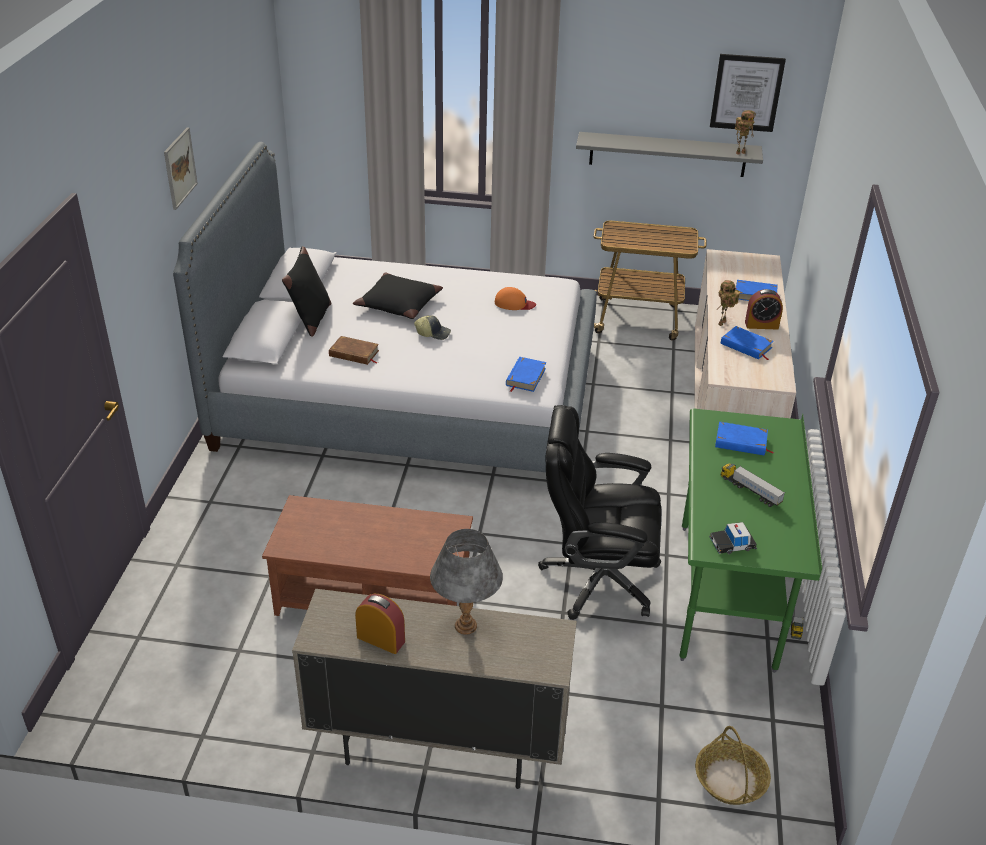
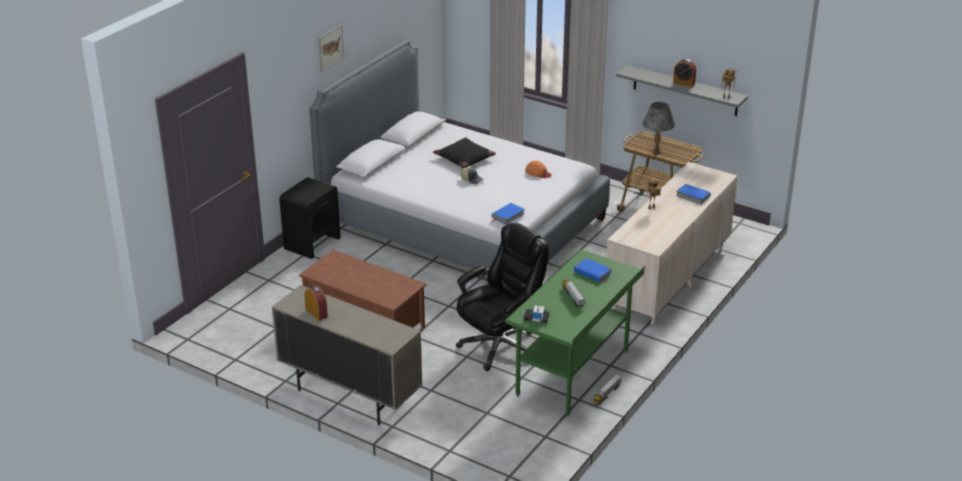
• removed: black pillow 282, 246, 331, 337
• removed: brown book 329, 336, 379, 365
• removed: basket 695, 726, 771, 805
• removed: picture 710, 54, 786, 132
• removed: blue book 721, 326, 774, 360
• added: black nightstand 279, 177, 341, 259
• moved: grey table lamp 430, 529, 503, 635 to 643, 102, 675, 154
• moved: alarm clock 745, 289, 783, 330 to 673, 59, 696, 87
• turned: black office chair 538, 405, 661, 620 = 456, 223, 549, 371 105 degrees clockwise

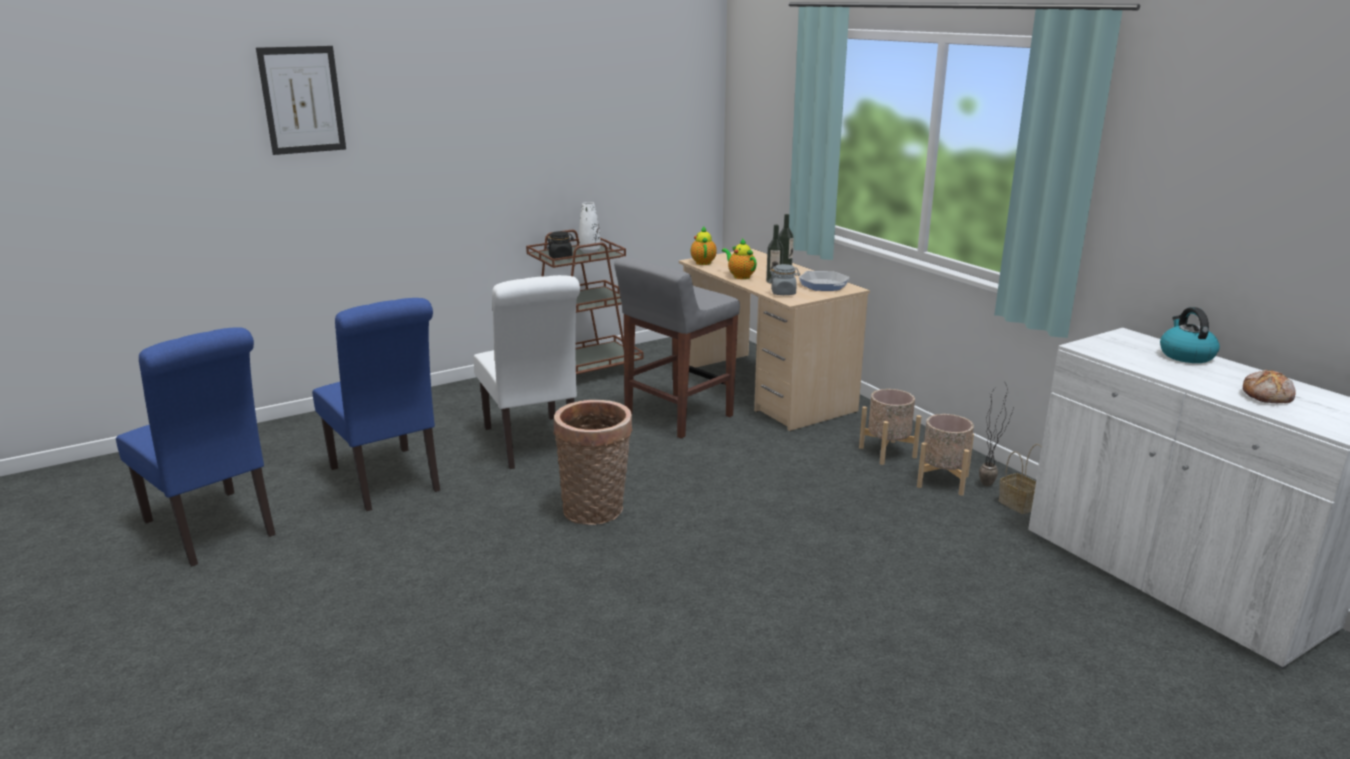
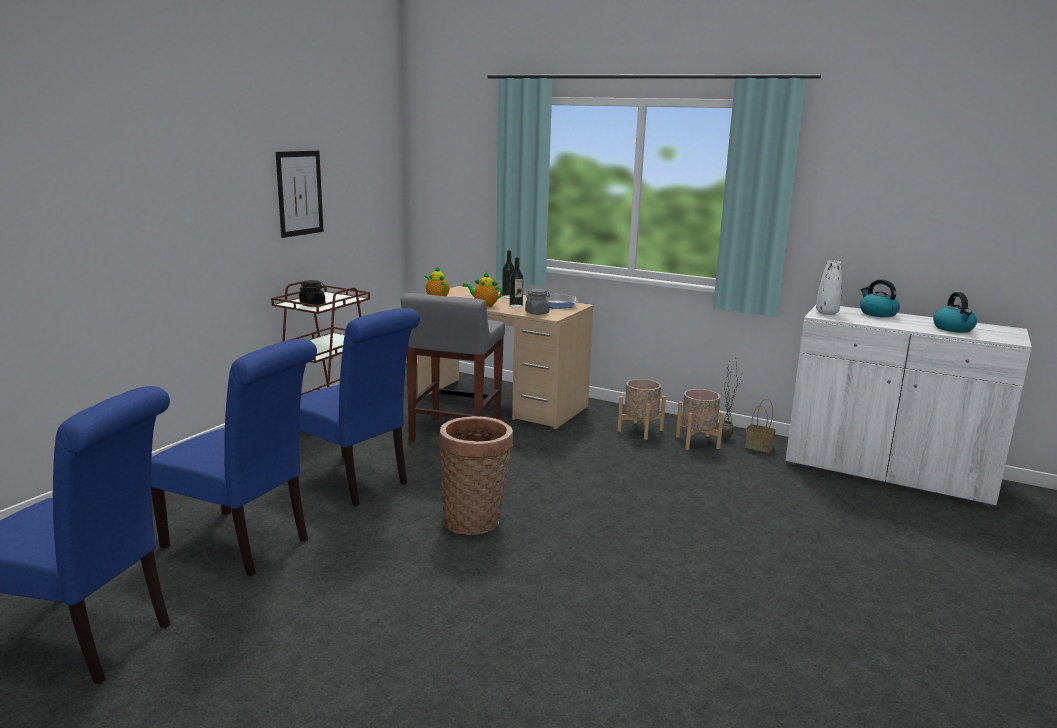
• moved: picture 256, 46, 346, 155 to 276, 151, 323, 238
• moved: white vase 579, 202, 600, 253 to 816, 260, 842, 315
• replaced: bread 1243, 370, 1296, 403 to kettle 933, 292, 977, 333
• recoloured: white chair 473, 275, 580, 469 to blue chair 299, 308, 420, 506

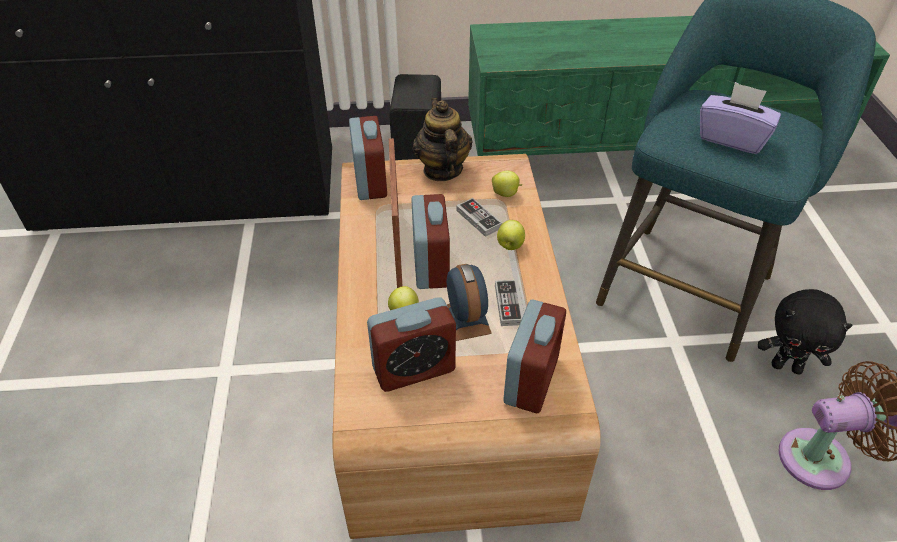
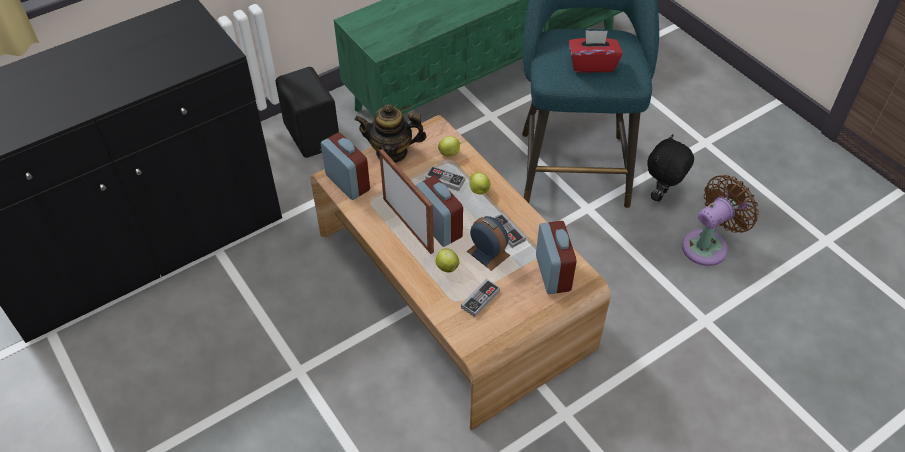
• replaced: alarm clock 367, 297, 456, 392 to game controller 461, 279, 500, 317
• recoloured: purple tissue box 700, 82, 781, 154 to red tissue box 569, 30, 622, 73
• turned: teapot 413, 98, 472, 181 = 354, 104, 427, 163 45 degrees counterclockwise
• turned: black plush toy 758, 289, 853, 374 = 648, 134, 694, 202 135 degrees clockwise

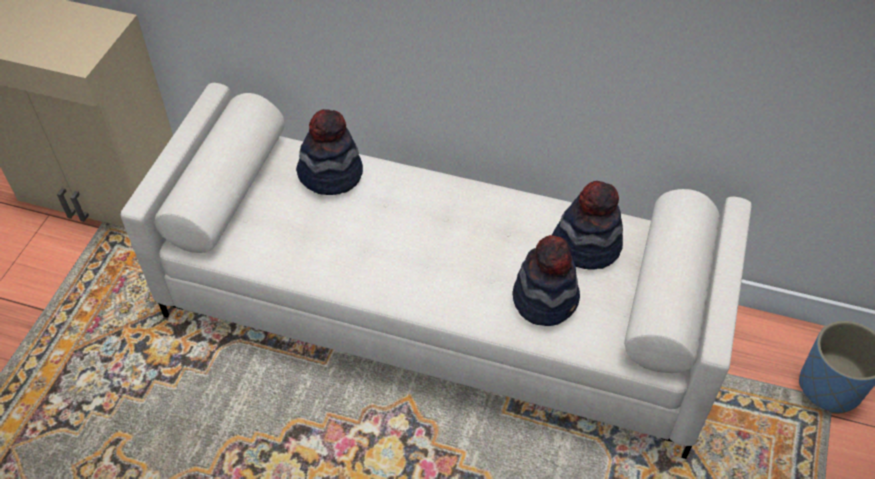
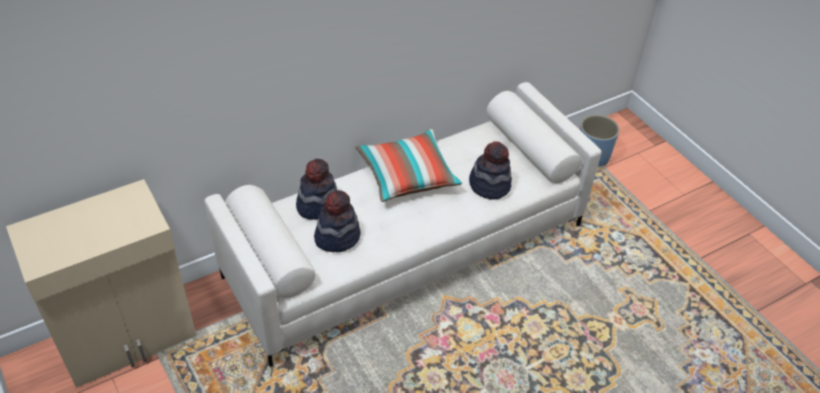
• added: pillow 355, 129, 463, 202
• moved: hat 552, 181, 623, 270 to 314, 190, 361, 252

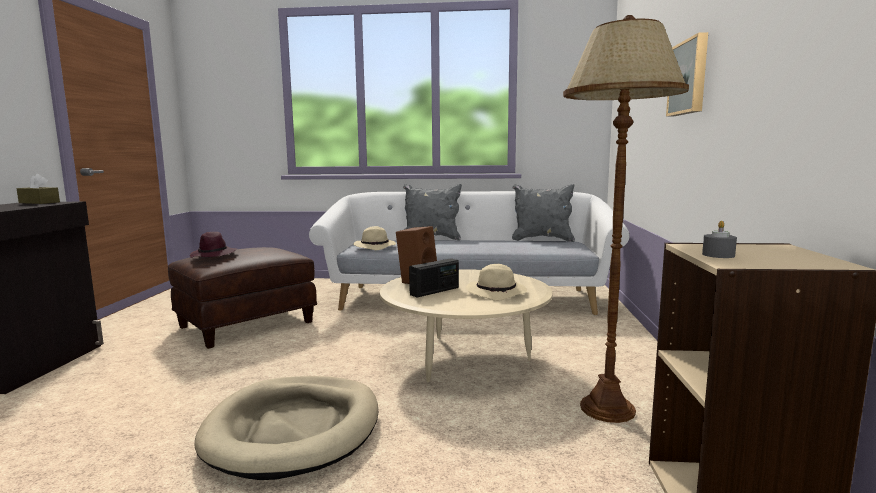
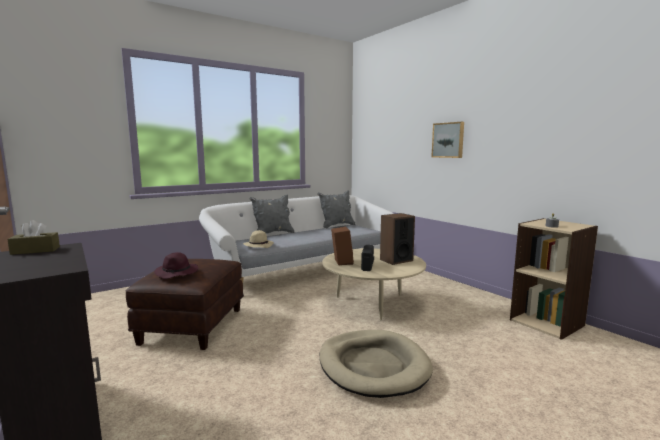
• removed: brown floor lamp 563, 15, 689, 423
• replaced: beige hat 466, 264, 527, 301 to speaker 380, 213, 415, 265

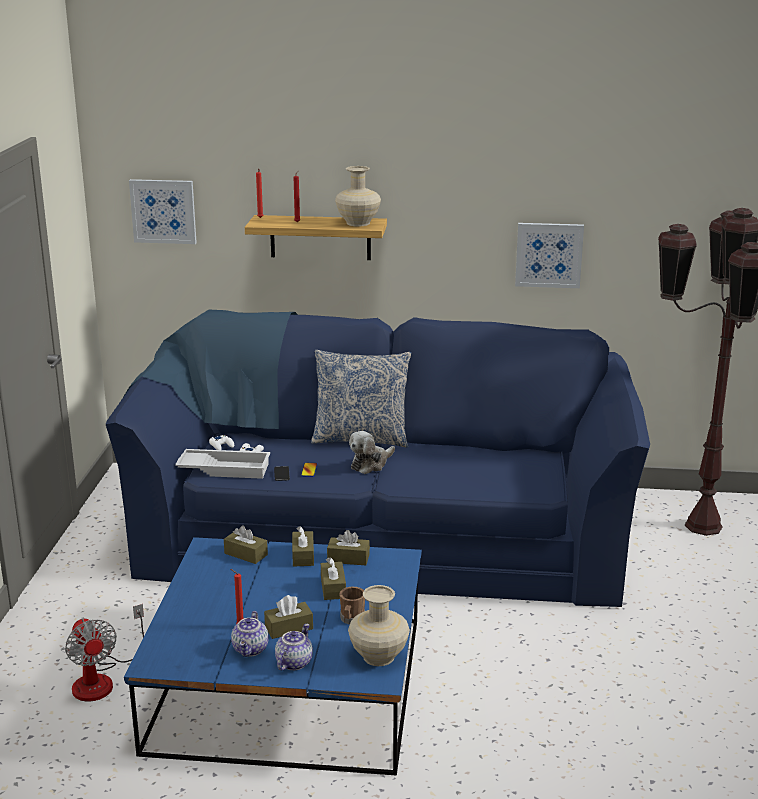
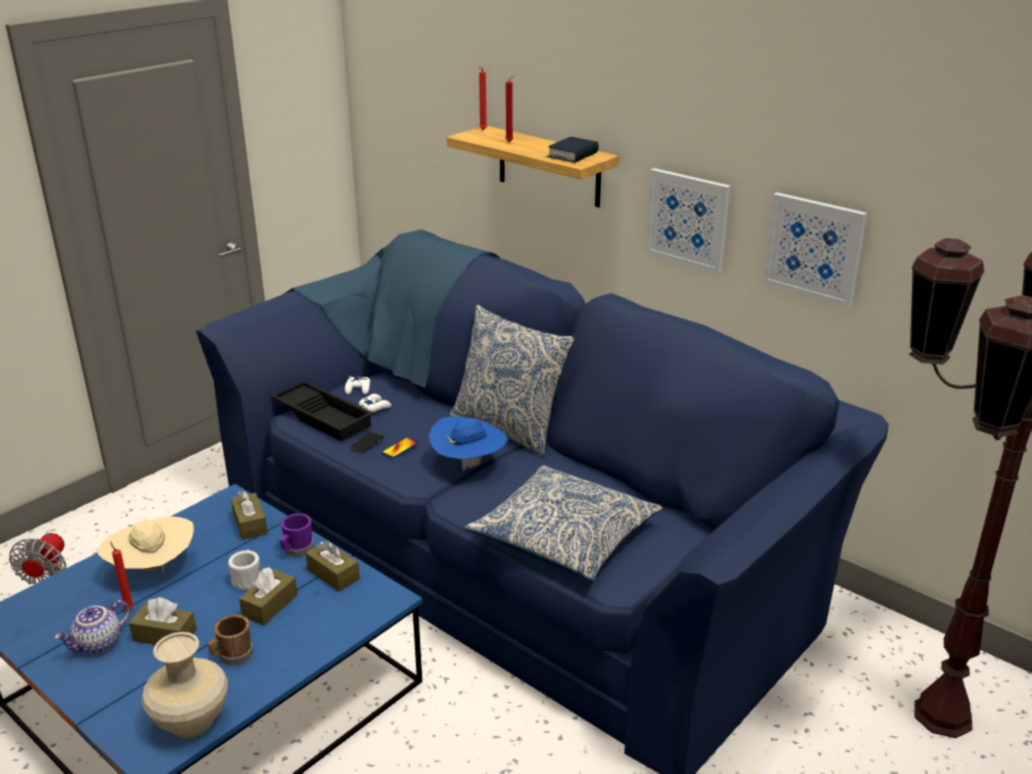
• removed: teapot 275, 624, 313, 670
• added: beige hat 98, 516, 194, 574
• added: white mug 228, 550, 261, 590
• added: pillow 465, 465, 663, 581
• moved: picture 129, 179, 197, 244 to 645, 168, 731, 274
• replaced: brown tissue box 292, 526, 314, 567 to purple mug 280, 513, 314, 557
• replaced: beige vase 335, 166, 381, 227 to book 547, 137, 599, 163
• replaced: plush toy 349, 431, 395, 474 to blue hat 429, 416, 508, 472
• recoloured: white tray 175, 449, 270, 479 to black tray 271, 381, 374, 441

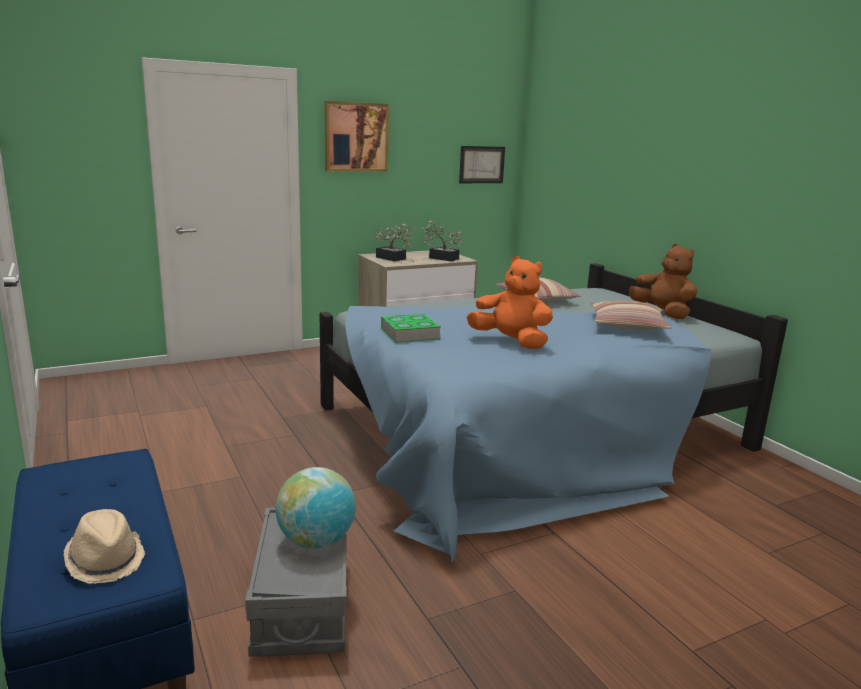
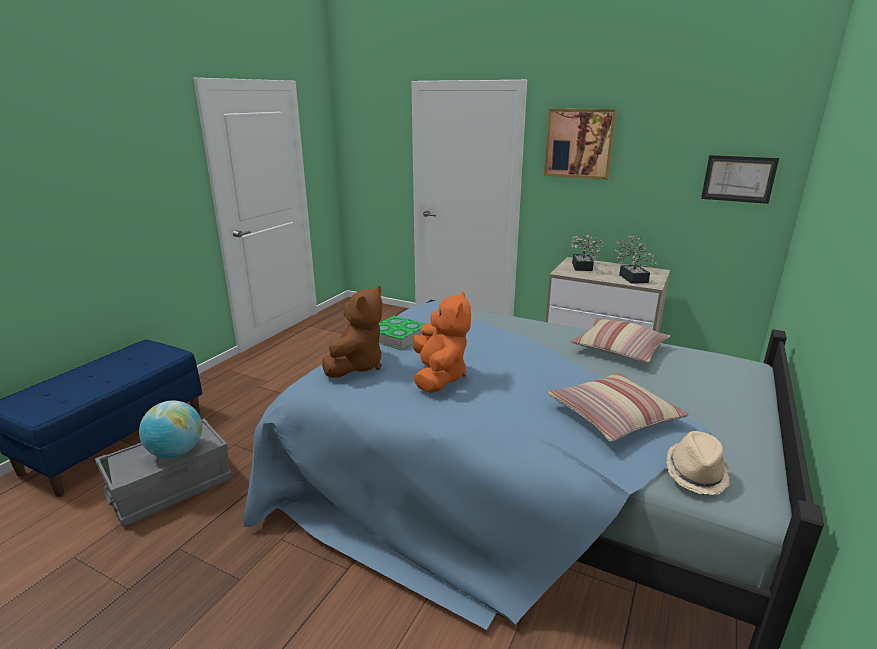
• moved: beige hat 64, 509, 146, 584 to 666, 431, 730, 495
• moved: brown plush toy 629, 244, 697, 319 to 322, 286, 382, 377

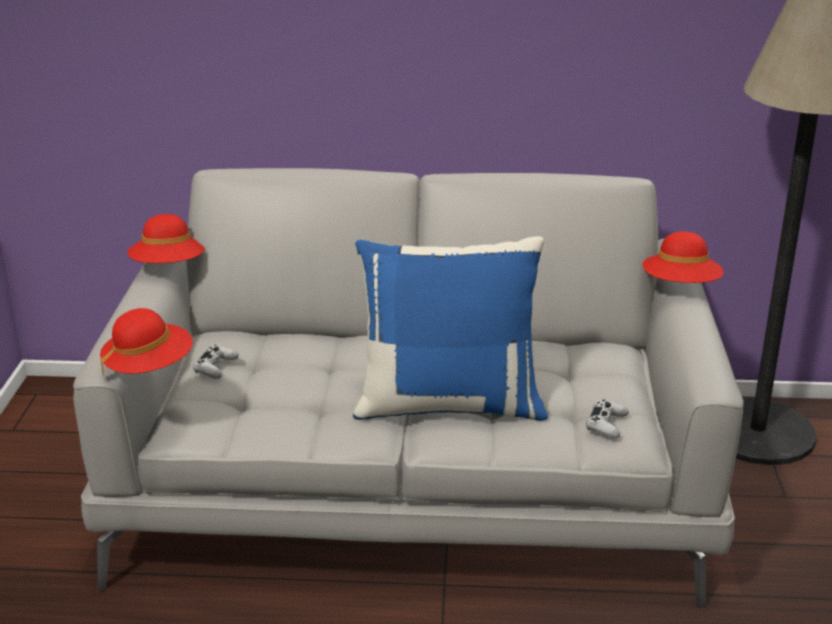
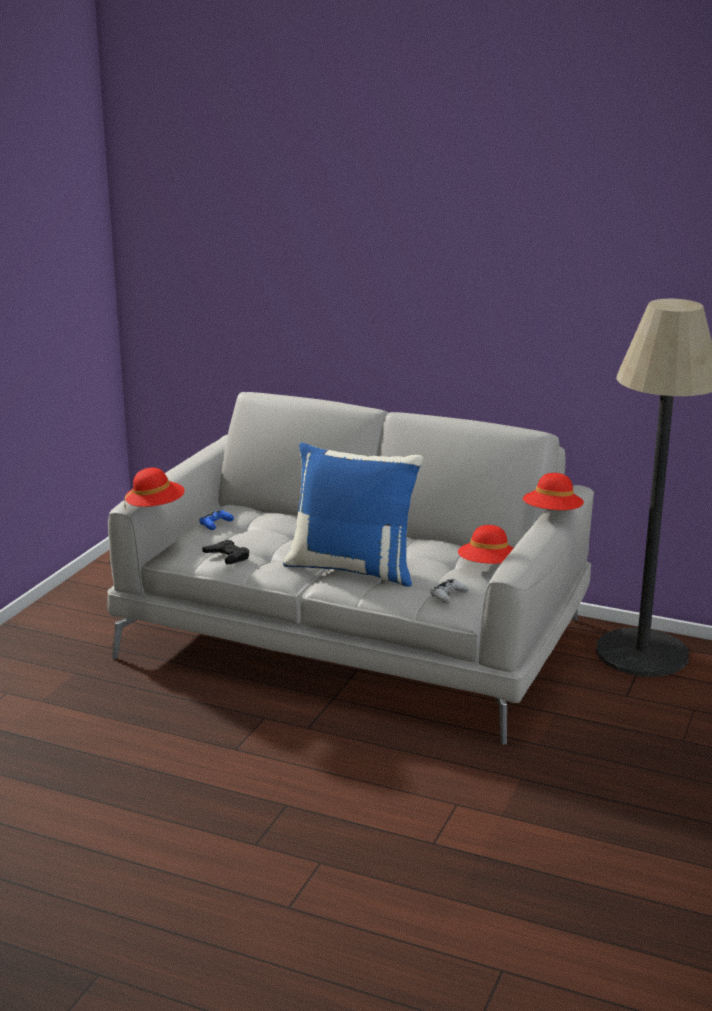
• added: black game controller 202, 540, 249, 564
• moved: red hat 128, 214, 205, 263 to 458, 525, 513, 564
• recoloured: white game controller 193, 345, 239, 379 to blue game controller 199, 509, 234, 530

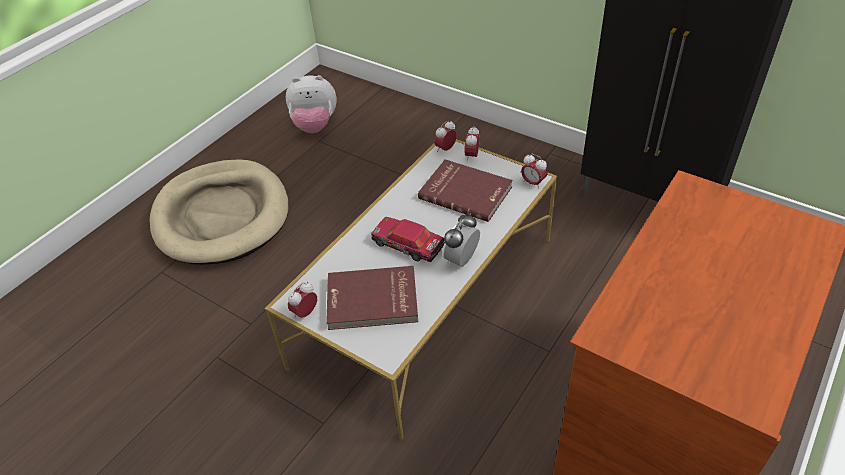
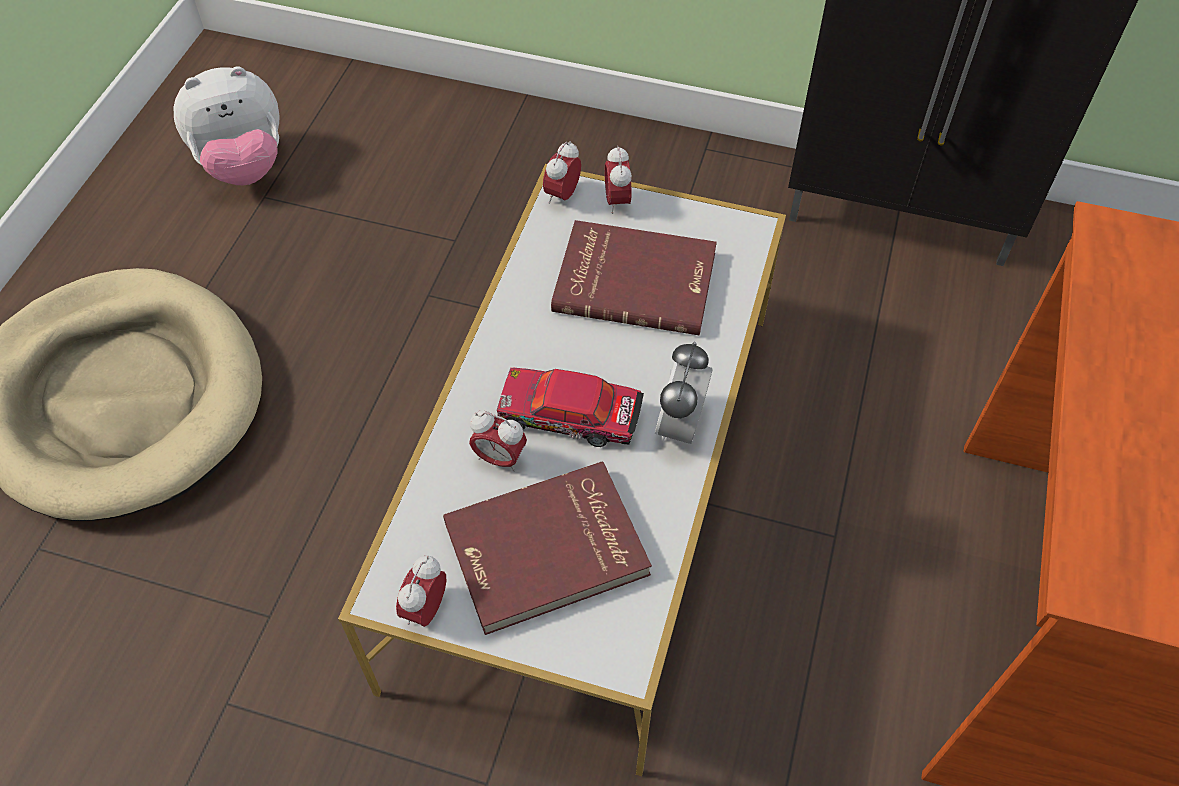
• moved: alarm clock 521, 154, 548, 189 to 469, 410, 527, 472

